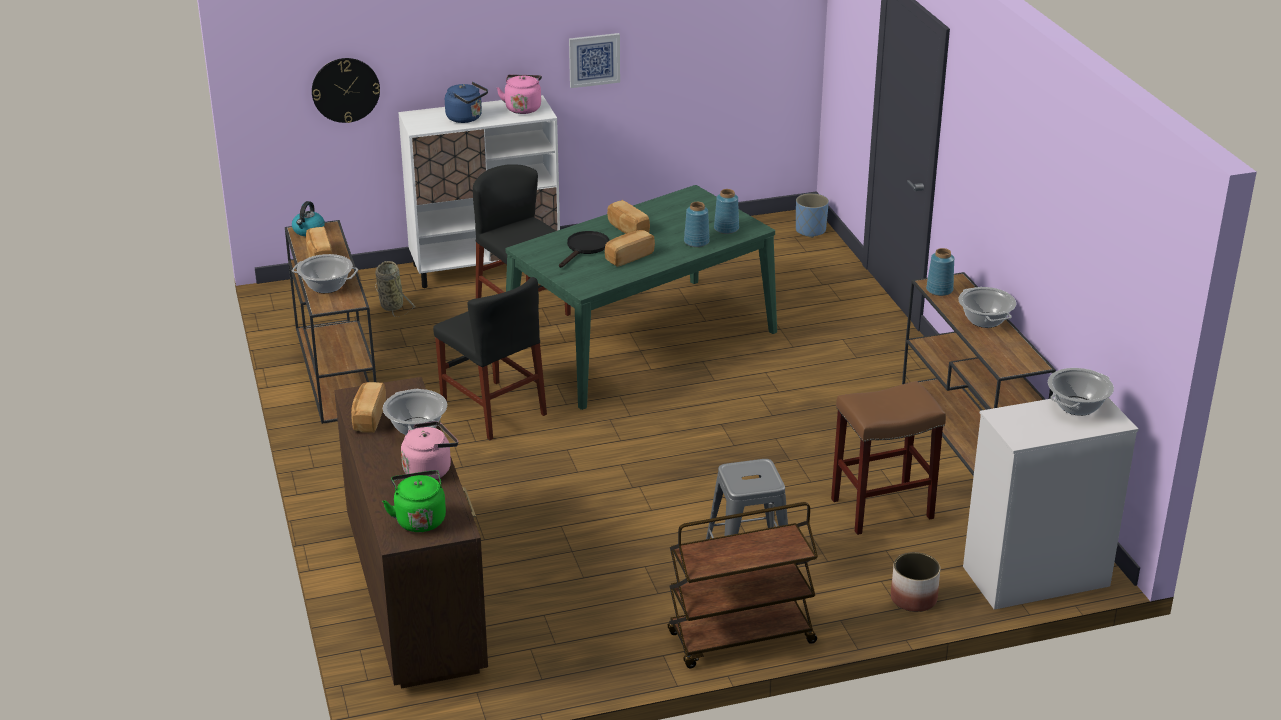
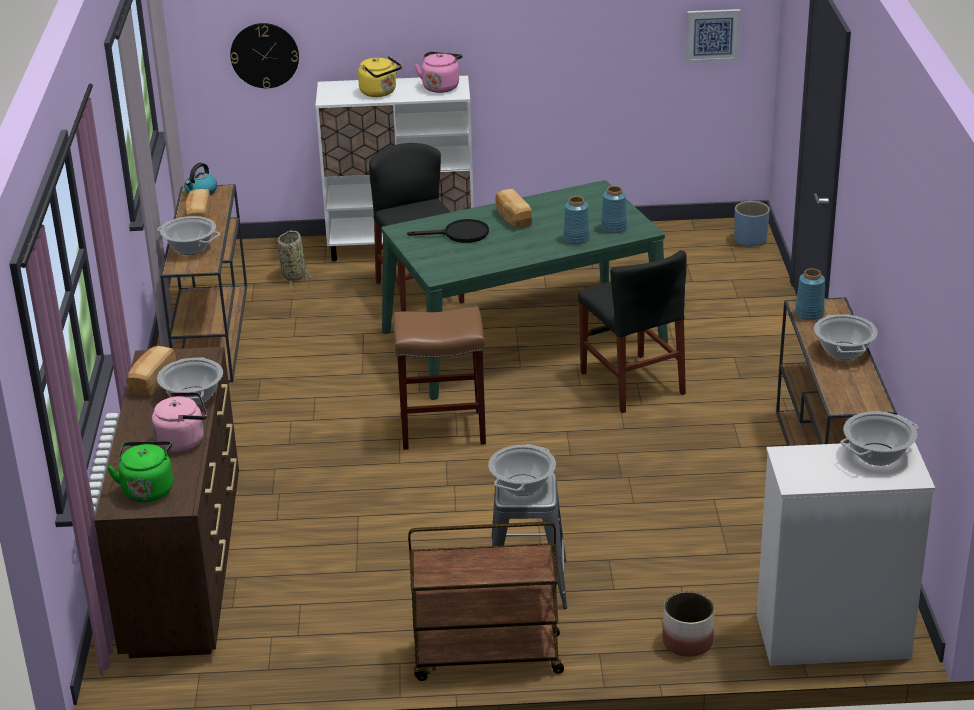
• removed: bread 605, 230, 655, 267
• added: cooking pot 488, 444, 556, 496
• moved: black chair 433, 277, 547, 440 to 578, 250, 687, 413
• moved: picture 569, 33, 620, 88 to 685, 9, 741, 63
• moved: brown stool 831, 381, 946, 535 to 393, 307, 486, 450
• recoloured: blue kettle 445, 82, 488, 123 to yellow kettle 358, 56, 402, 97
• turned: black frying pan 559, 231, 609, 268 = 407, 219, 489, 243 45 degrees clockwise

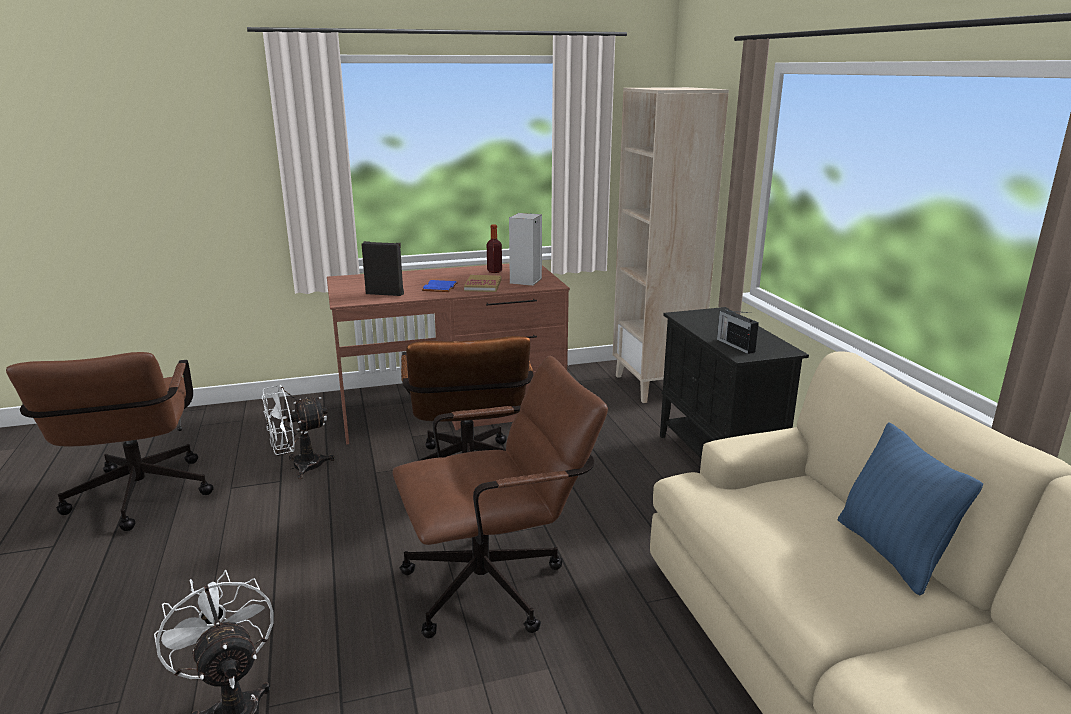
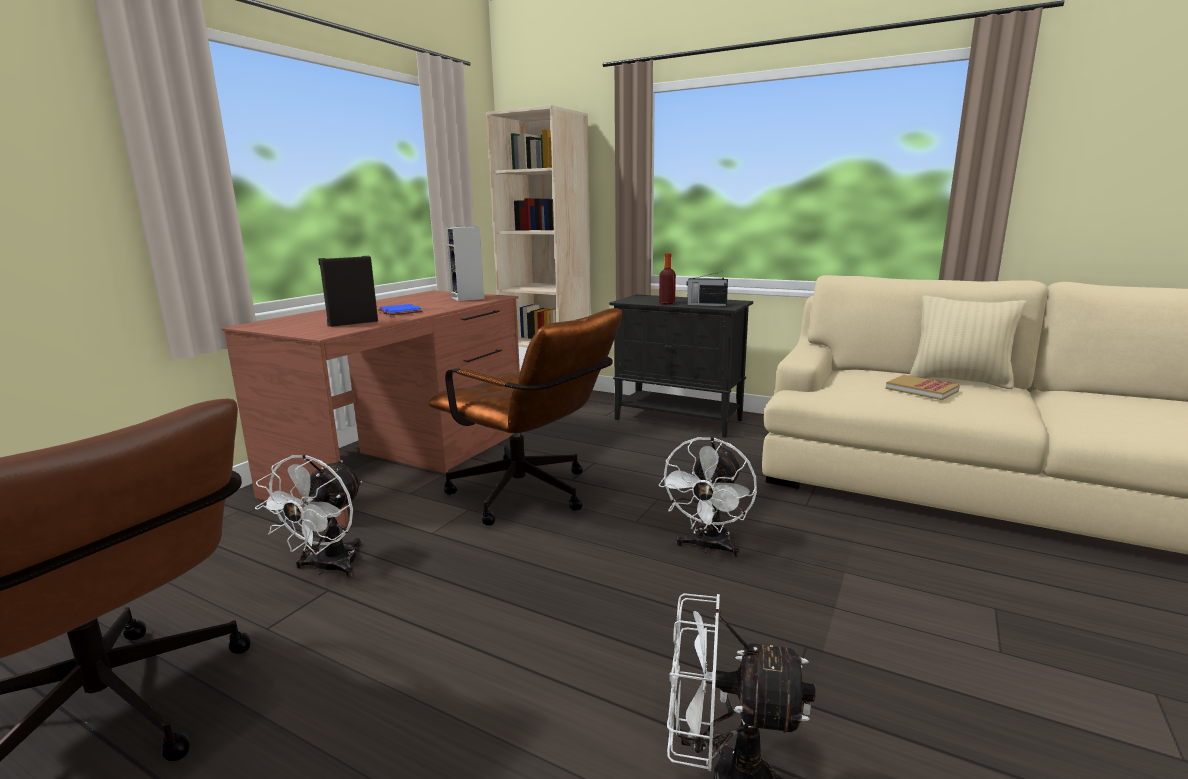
• moved: book 464, 275, 501, 292 to 886, 375, 960, 400
• moved: bottle 487, 224, 502, 273 to 659, 253, 676, 304
• replaced: brown office chair 392, 356, 608, 638 to white fan 659, 437, 757, 558
• recoloured: blue pillow 838, 422, 983, 596 to beige pillow 909, 295, 1026, 389

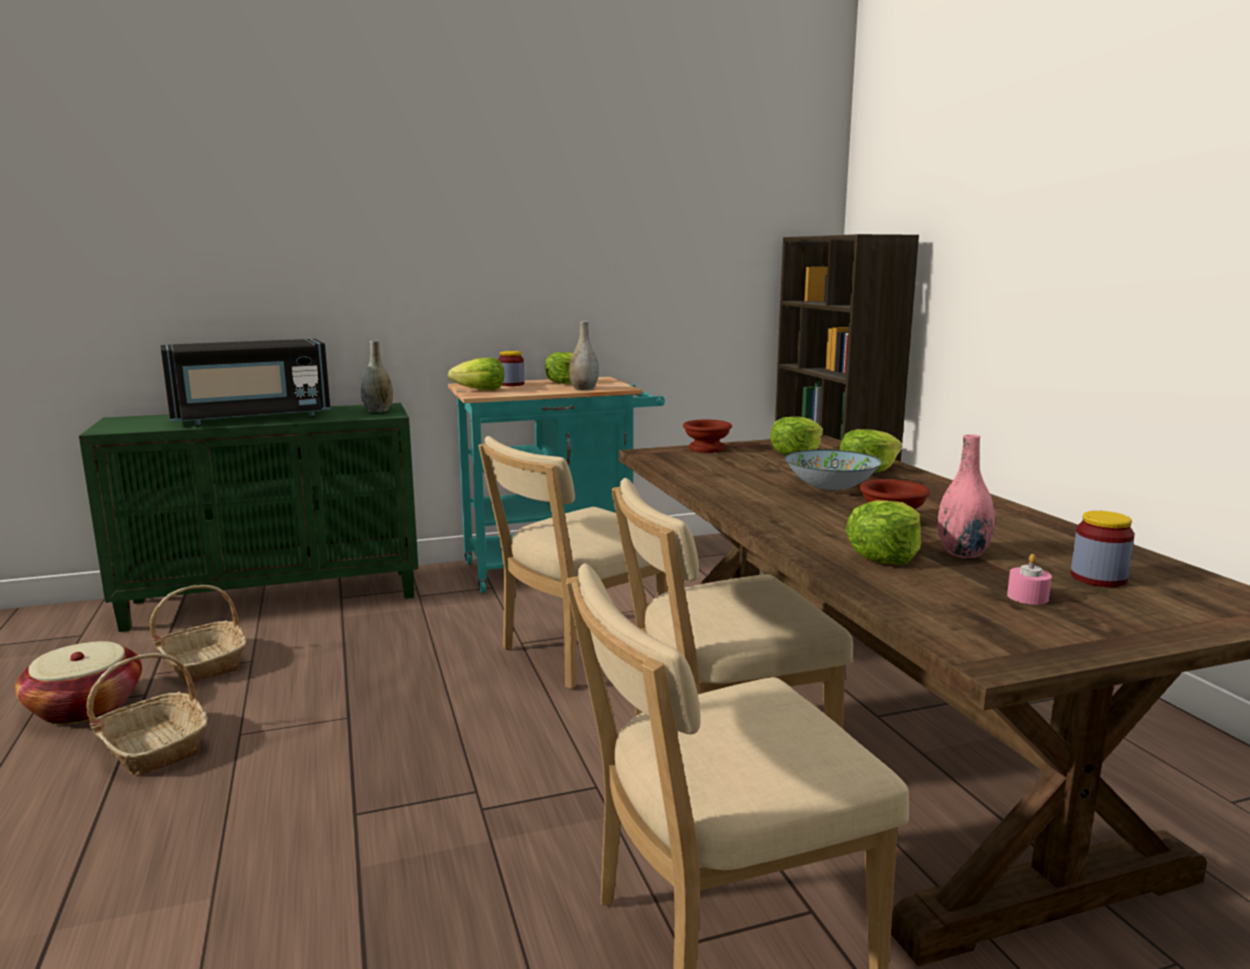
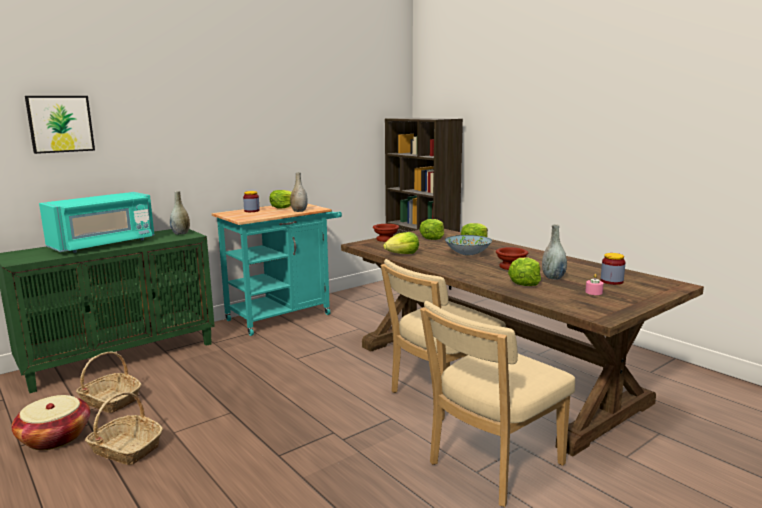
• removed: beige chair 478, 436, 668, 689
• added: picture 25, 96, 95, 154
• moved: lettuce 448, 358, 504, 390 to 383, 232, 419, 254
• recoloured: black microwave 160, 339, 331, 425 to turquoise microwave 39, 192, 154, 253
• recoloured: pink vase 938, 434, 995, 558 to grey vase 542, 224, 567, 280

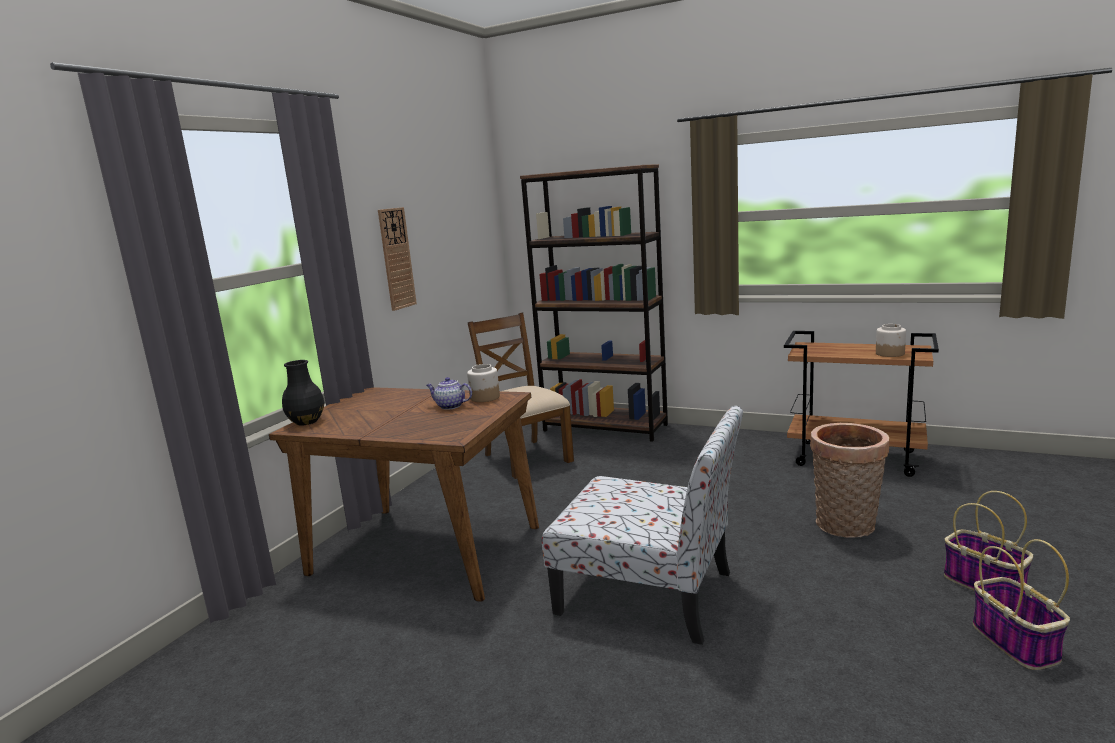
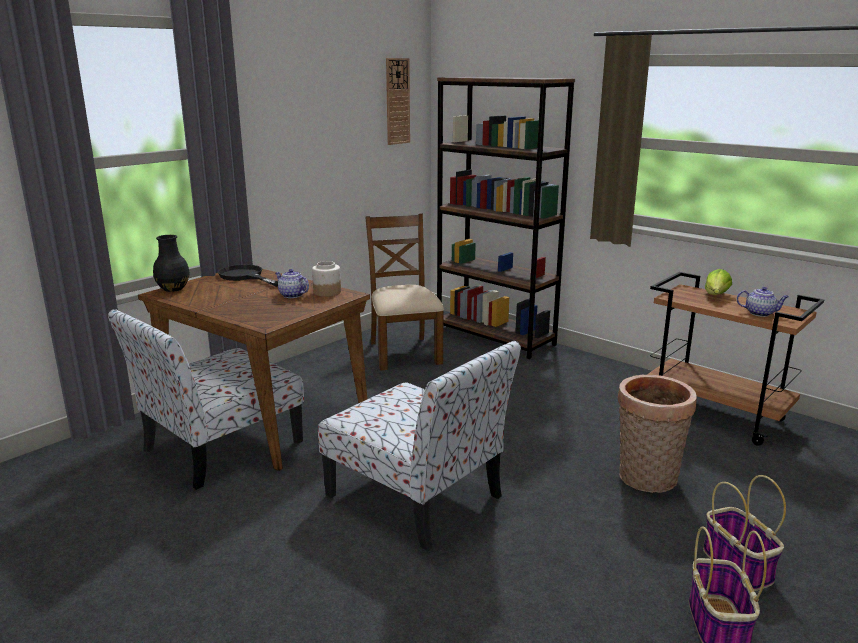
• added: chair 108, 309, 304, 490
• added: black frying pan 218, 265, 278, 287
• added: lettuce 705, 269, 732, 295
• moved: wall clock 378, 207, 417, 311 to 386, 58, 410, 145
• replaced: jar 876, 324, 906, 357 to teapot 737, 287, 789, 317

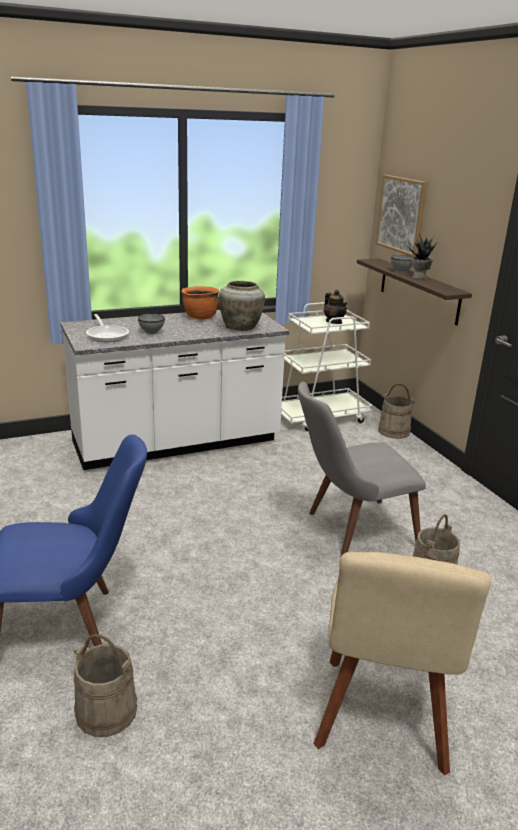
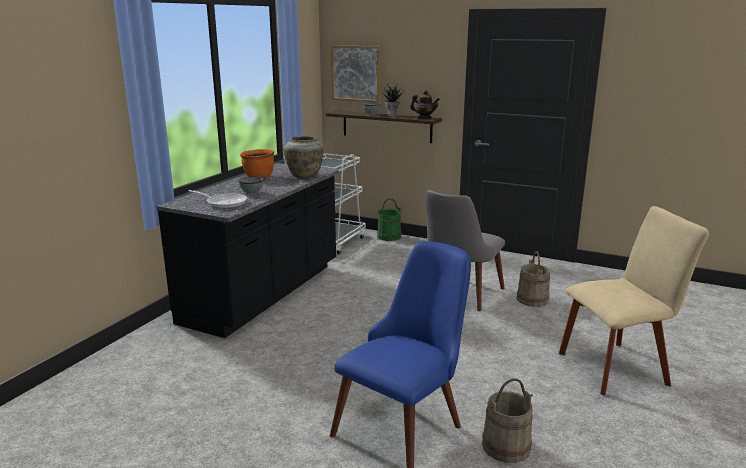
• moved: teapot 324, 290, 347, 324 to 410, 90, 440, 118
• recoloured: white counter 60, 310, 289, 470 to black counter 156, 163, 339, 338
• recoloured: beige bucket 378, 384, 415, 439 to green bucket 377, 198, 402, 241
• turned: beige chair 314, 552, 491, 775 = 559, 206, 709, 395 75 degrees counterclockwise

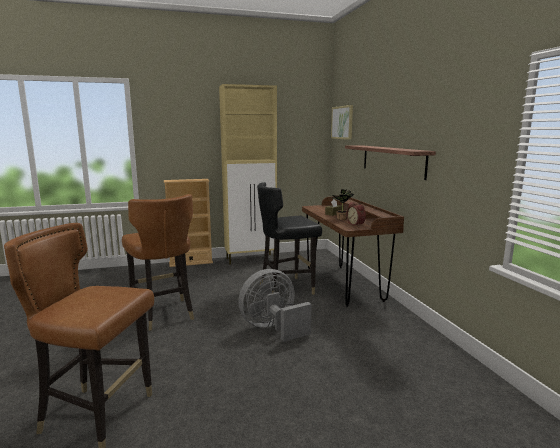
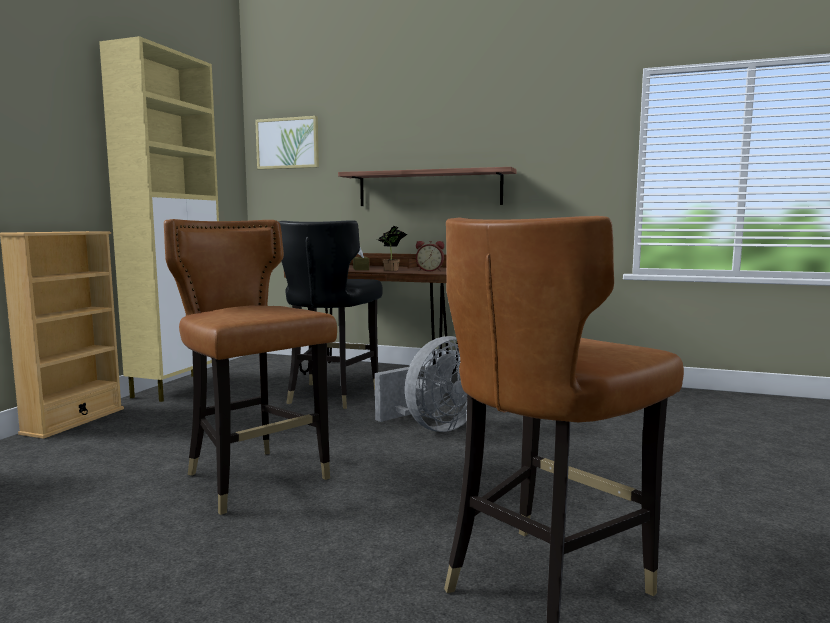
• turned: brown chair 122, 194, 194, 331 = 164, 219, 337, 515 135 degrees counterclockwise
• turned: grey fan 238, 269, 312, 342 = 375, 336, 467, 432 135 degrees counterclockwise

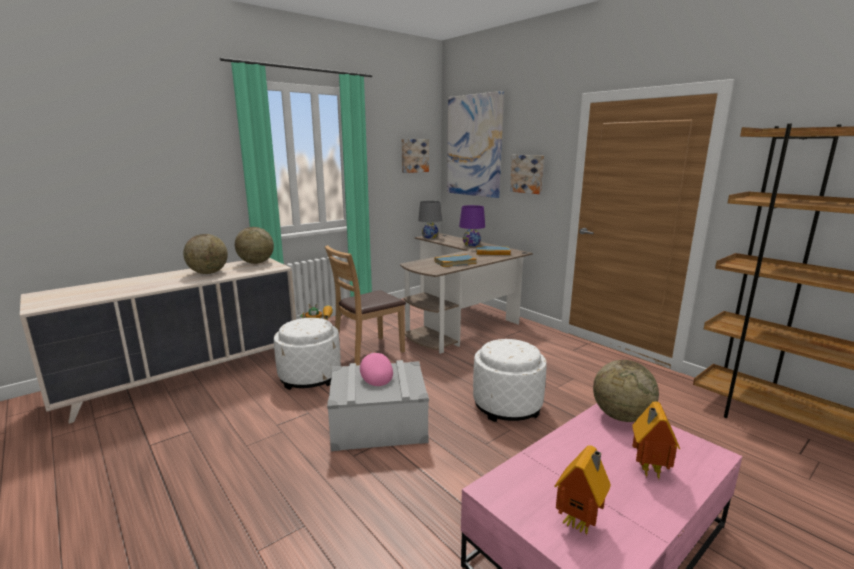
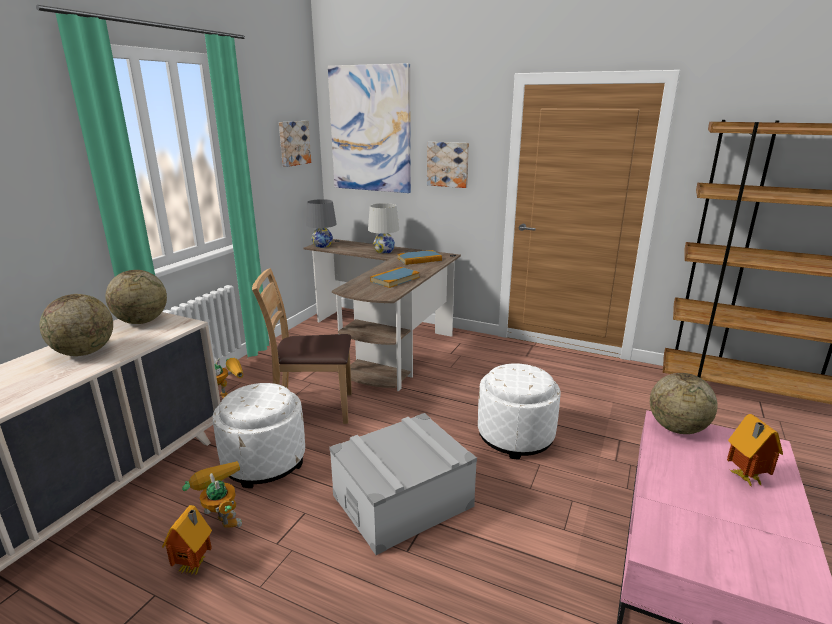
• removed: pink cap 360, 352, 393, 386
• added: toy robot 182, 461, 242, 528
• moved: toy house 554, 445, 611, 534 to 162, 505, 212, 576
• recoloured: purple table lamp 459, 205, 485, 246 to white table lamp 368, 203, 399, 254
• turned: brown chair 325, 245, 406, 366 = 252, 268, 352, 424 60 degrees clockwise

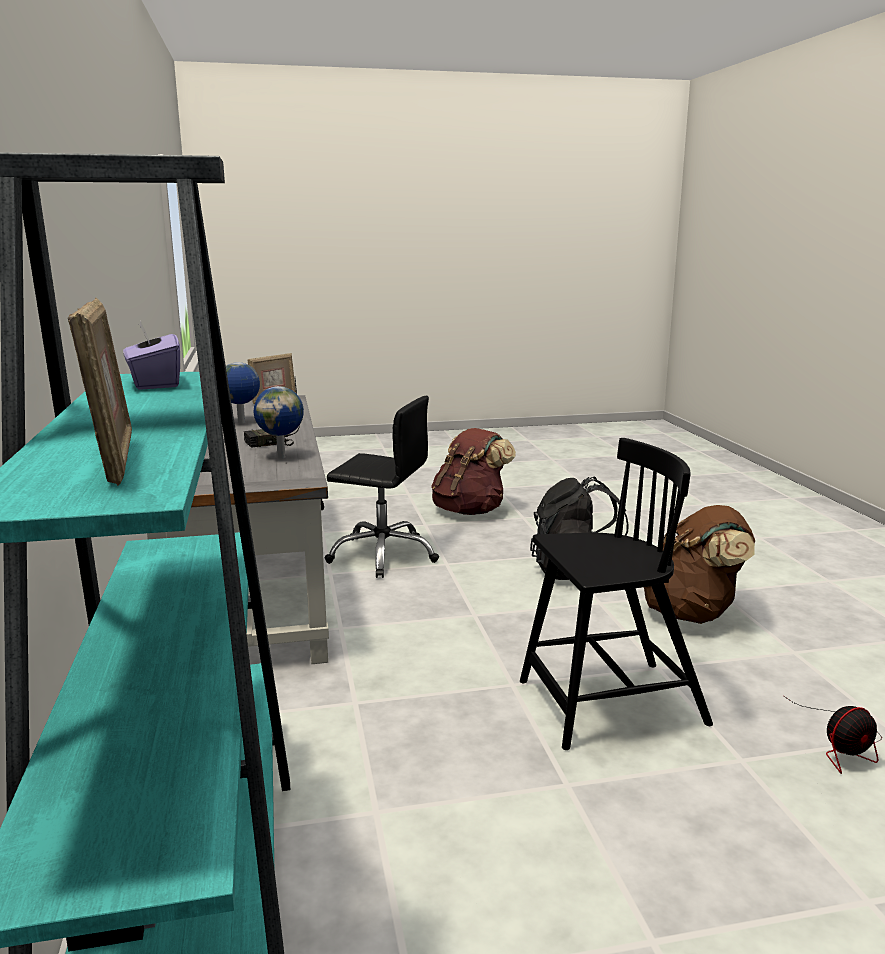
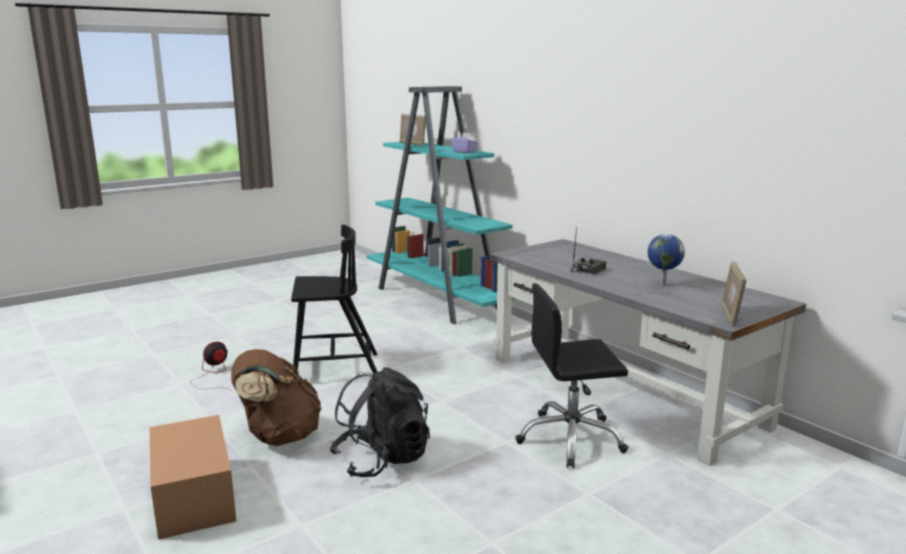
• removed: globe 254, 386, 304, 458
• removed: brown backpack 431, 428, 516, 515
• added: cardboard box 149, 415, 236, 540
• turned: black chair 520, 438, 713, 750 = 291, 224, 377, 376 150 degrees counterclockwise

